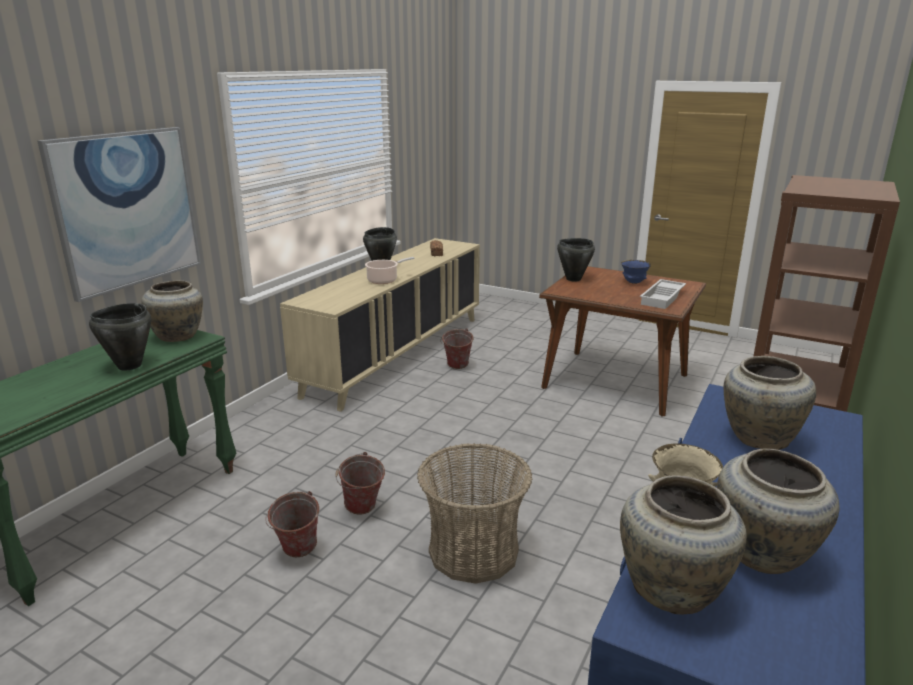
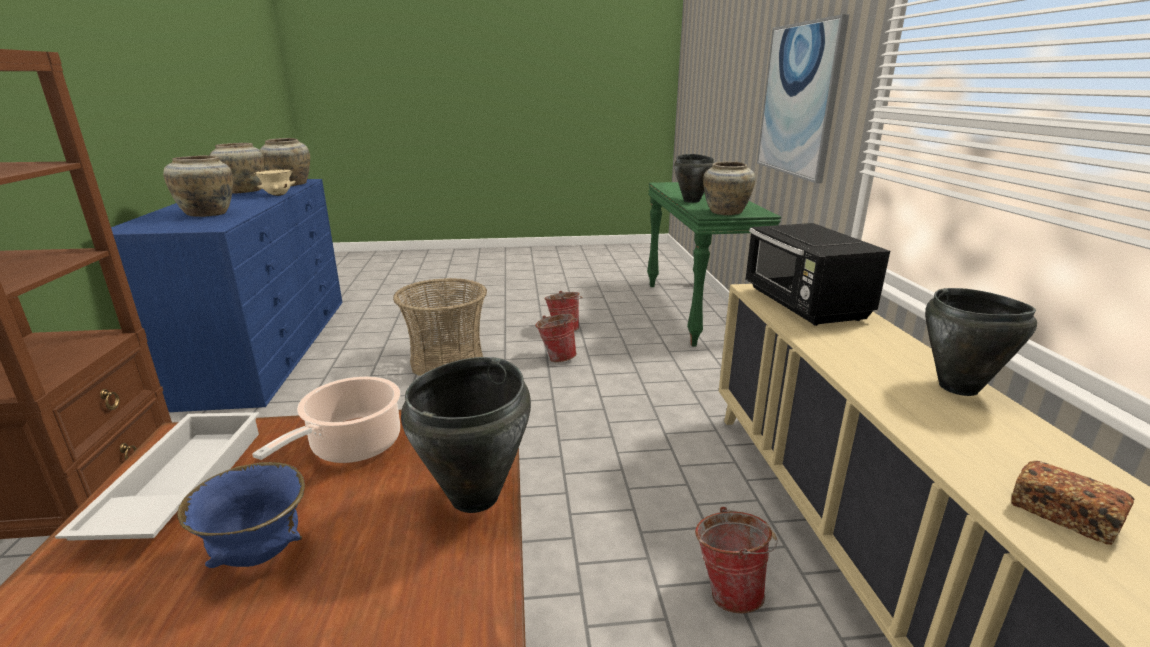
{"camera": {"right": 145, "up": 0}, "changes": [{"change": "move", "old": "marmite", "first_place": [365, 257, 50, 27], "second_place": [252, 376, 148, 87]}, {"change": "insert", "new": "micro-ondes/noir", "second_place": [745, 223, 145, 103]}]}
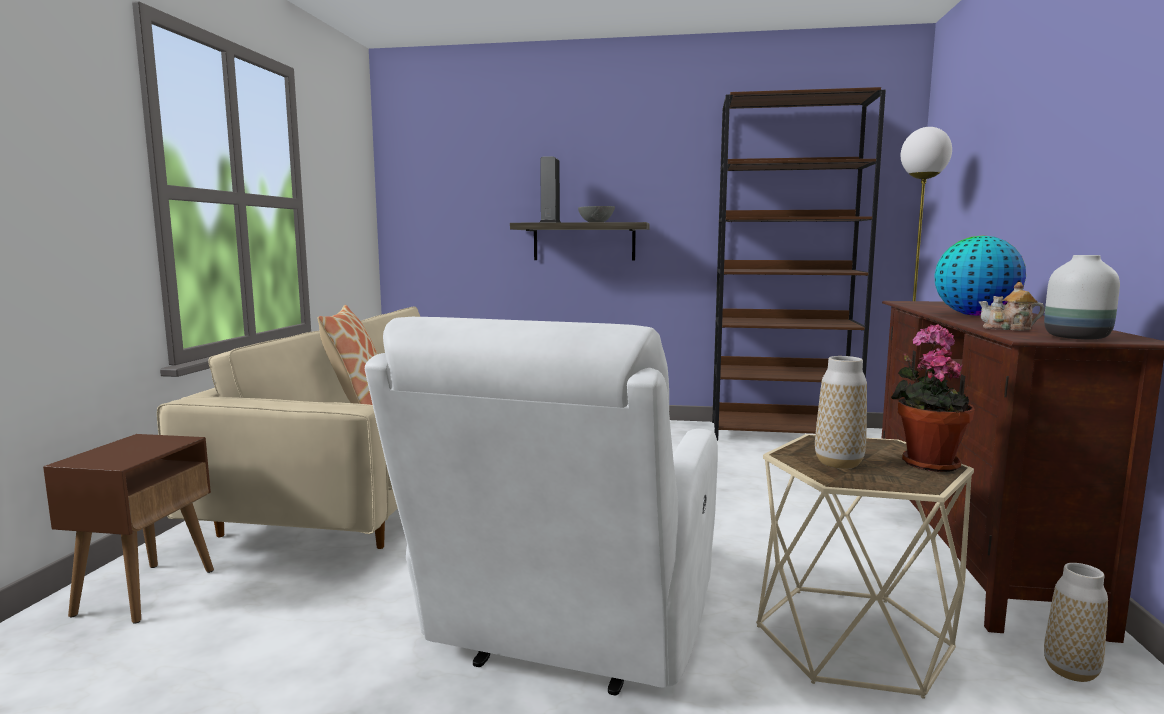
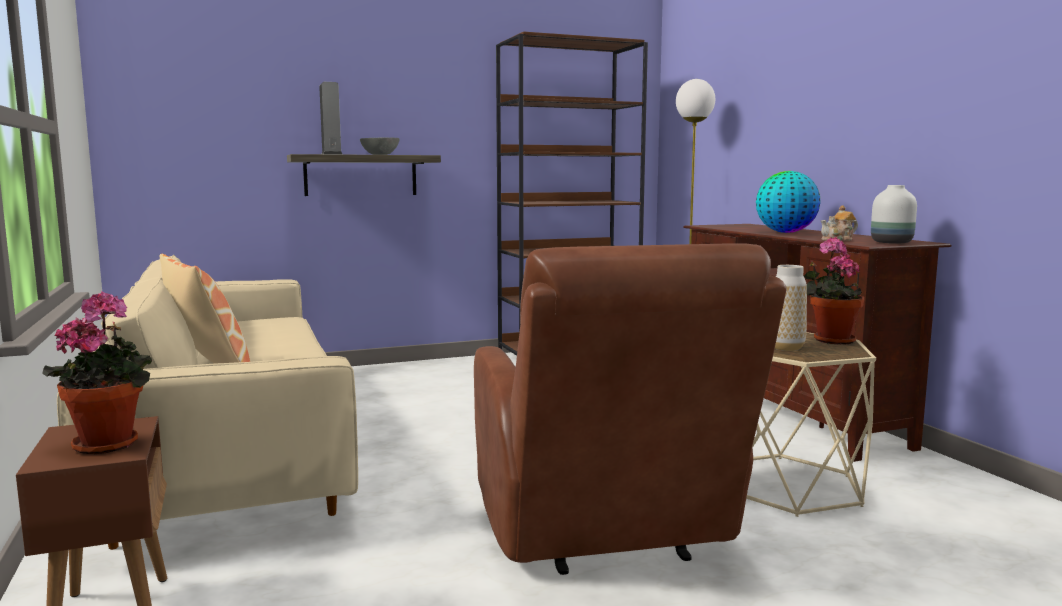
{"camera": {"right": -30, "up": 0}, "changes": [{"change": "recolor", "old": "fauteuil/blanc", "new": "fauteuil/marron", "first_place": [365, 317, 353, 378], "second_place": [474, 243, 313, 332]}, {"change": "delete", "old": "vase", "first_place": [1044, 563, 64, 119]}, {"change": "insert", "new": "plante en pot", "second_place": [42, 291, 110, 163]}]}
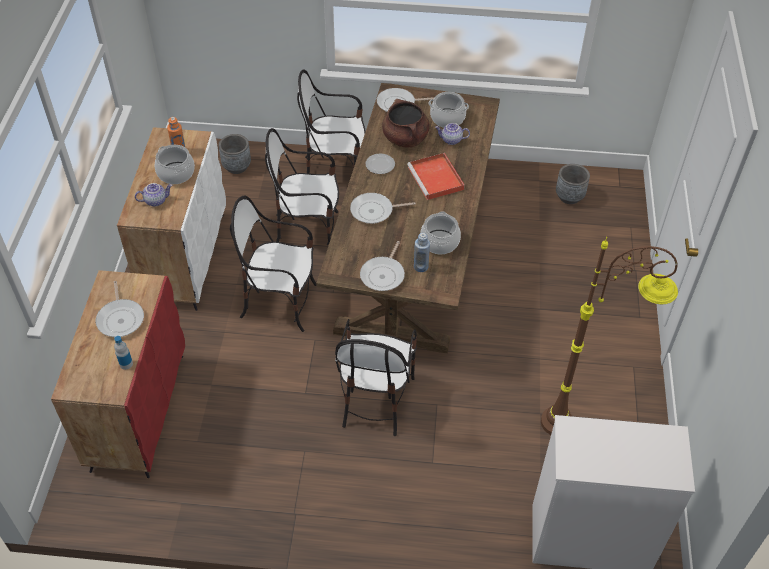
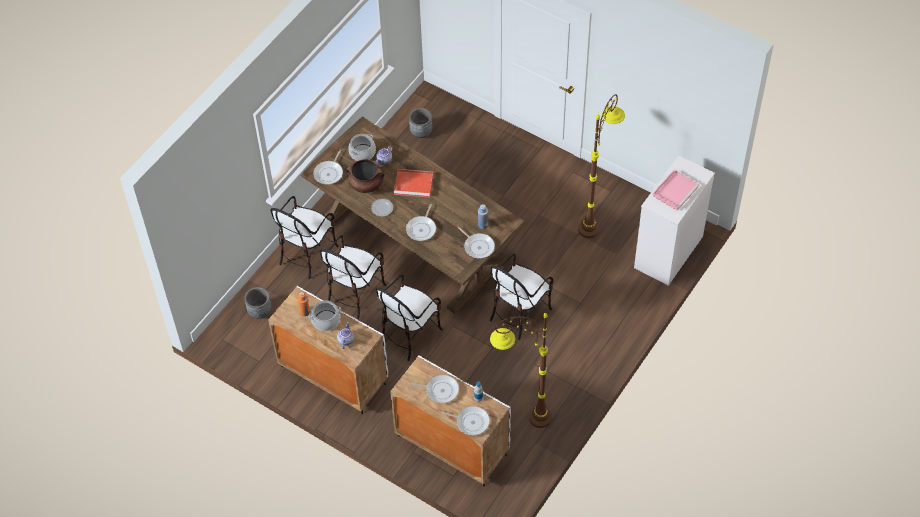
{"camera": {"right": -60, "up": 5}, "changes": [{"change": "delete", "old": "marmite", "first_place": [420, 211, 41, 43]}, {"change": "recolor", "old": "meuble de rangement/rouge", "new": "meuble de rangement/blanc", "first_place": [51, 270, 134, 208], "second_place": [390, 355, 121, 131]}, {"change": "rotate", "old": "chaise", "first_place": [335, 319, 82, 117], "second_place": [490, 254, 63, 86], "degrees": 90}, {"change": "insert", "new": "plateau/rose", "second_place": [653, 170, 46, 41]}, {"change": "insert", "new": "lampadaire/marron", "second_place": [490, 311, 62, 117]}, {"change": "insert", "new": "poêle", "second_place": [439, 406, 51, 29]}]}
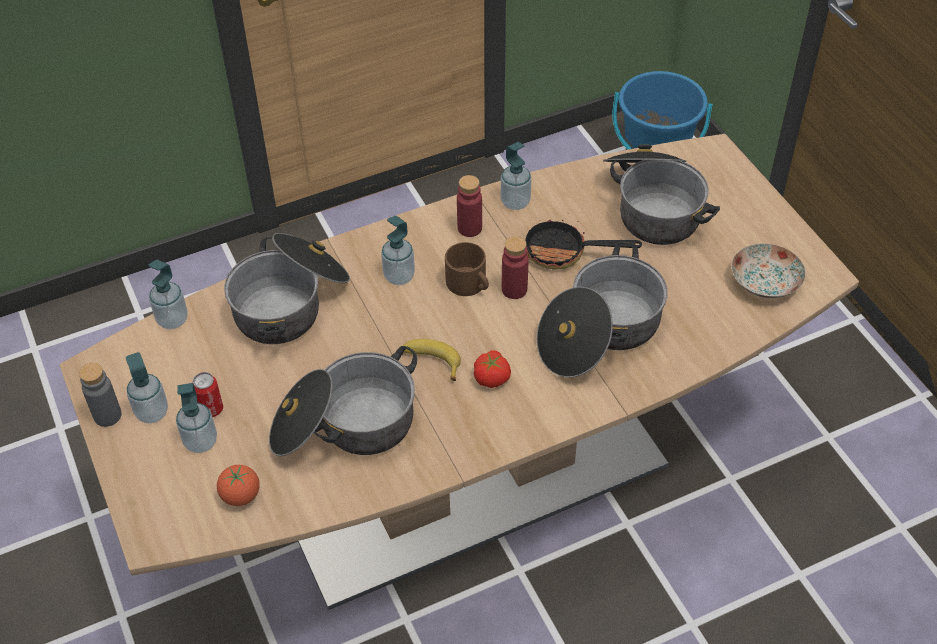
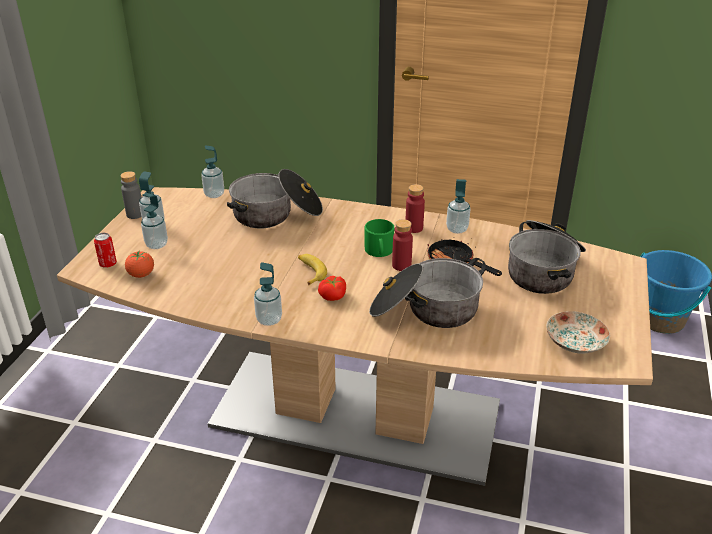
{"camera": {"right": 40, "up": -15}, "changes": [{"change": "move", "old": "distributeur de savon", "first_place": [381, 216, 34, 69], "second_place": [254, 262, 28, 64]}, {"change": "recolor", "old": "mug/marron", "new": "mug/vert", "first_place": [445, 242, 44, 54], "second_place": [365, 219, 29, 38]}, {"change": "delete", "old": "marmite", "first_place": [269, 346, 148, 110]}, {"change": "move", "old": "boîte métallique", "first_place": [192, 372, 31, 45], "second_place": [94, 233, 23, 35]}]}
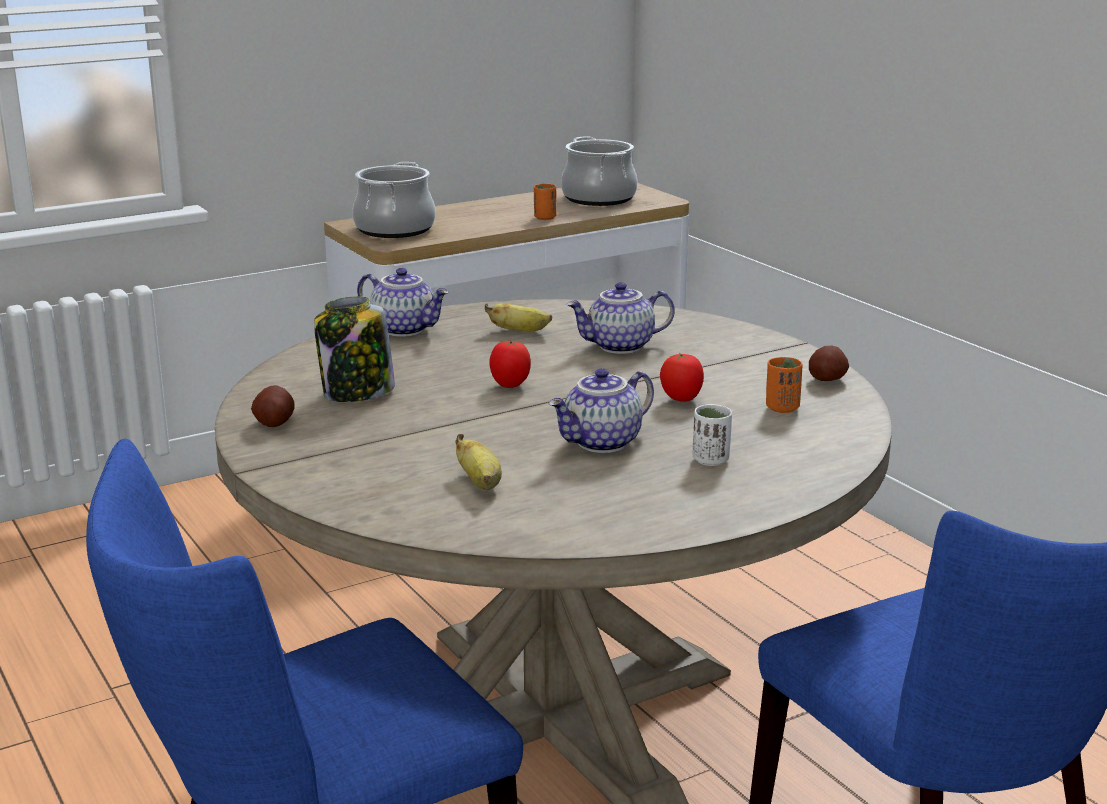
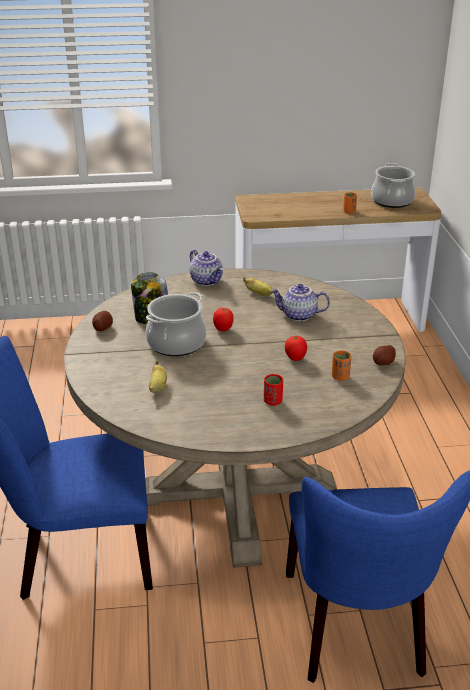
{"camera": {"right": 25, "up": 10}, "changes": [{"change": "move", "old": "marmite", "first_place": [352, 162, 83, 76], "second_place": [145, 292, 61, 64]}, {"change": "delete", "old": "théière", "first_place": [548, 368, 106, 85]}, {"change": "recolor", "old": "tasse/blanc", "new": "tasse/rouge", "first_place": [692, 404, 40, 62], "second_place": [264, 374, 19, 32]}]}
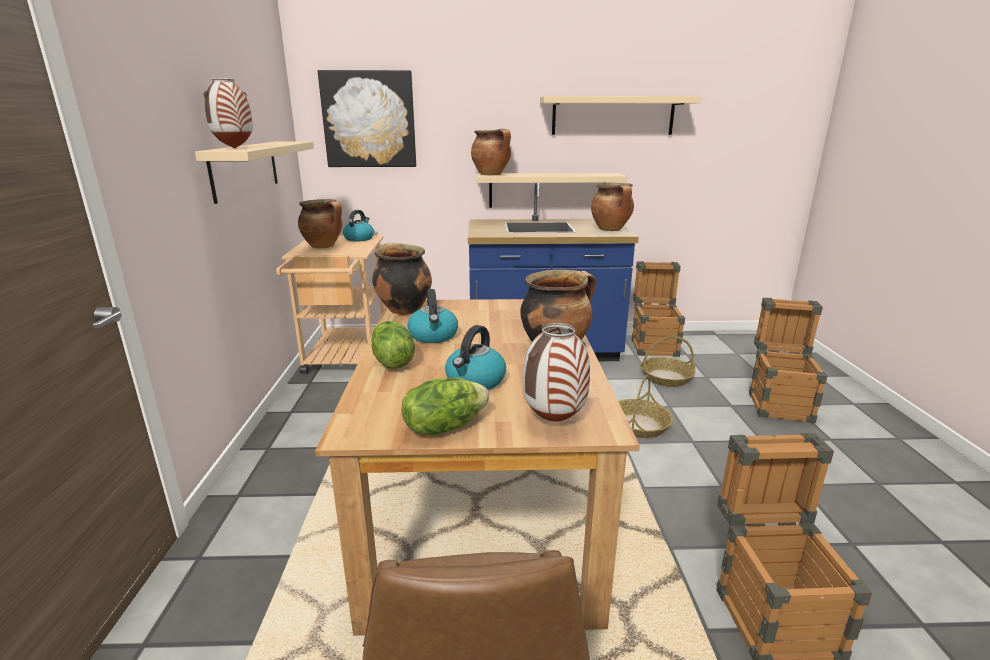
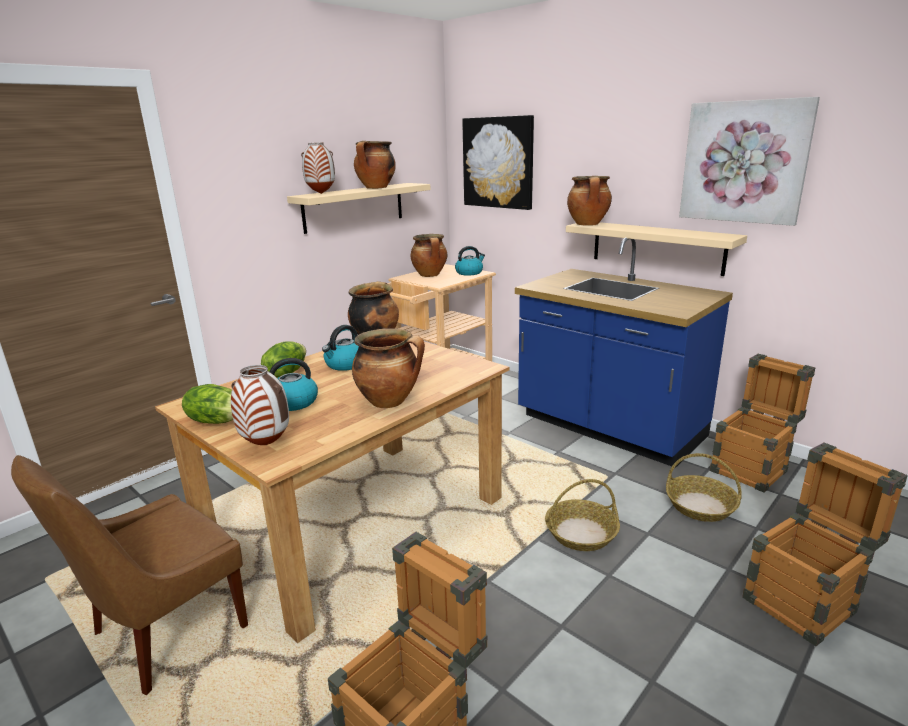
{"camera": {"right": 45, "up": 0}, "changes": [{"change": "replace", "old": "étagère/beige", "new": "tableau", "first_place": [540, 96, 161, 39], "second_place": [679, 97, 141, 129]}, {"change": "move", "old": "marmite", "first_place": [591, 183, 43, 48], "second_place": [354, 141, 42, 48]}]}
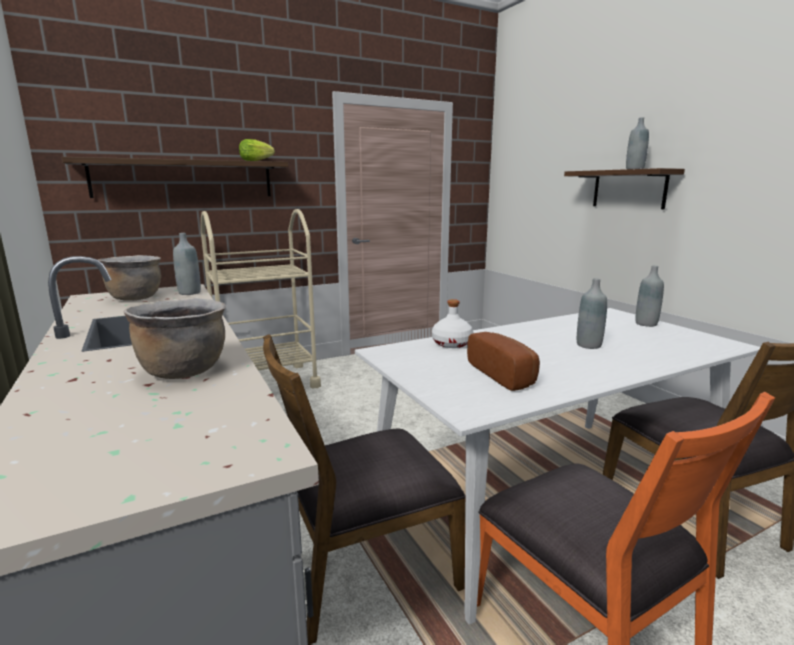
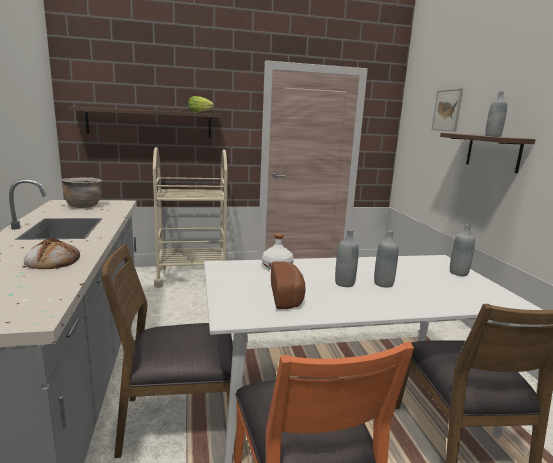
{"camera": {"right": 15, "up": 0}, "changes": [{"change": "move", "old": "bouteille/gris", "first_place": [173, 233, 28, 62], "second_place": [335, 229, 24, 58]}, {"change": "replace", "old": "marmite/marron", "new": "pain", "first_place": [123, 298, 102, 81], "second_place": [24, 237, 56, 32]}, {"change": "insert", "new": "tableau", "second_place": [432, 89, 31, 43]}]}
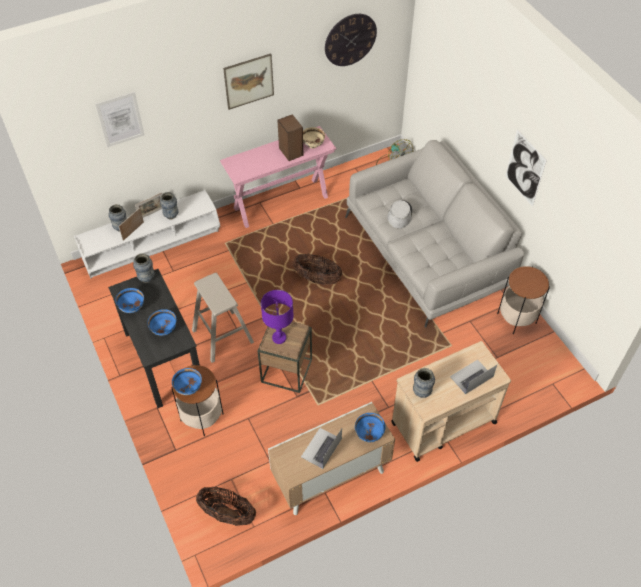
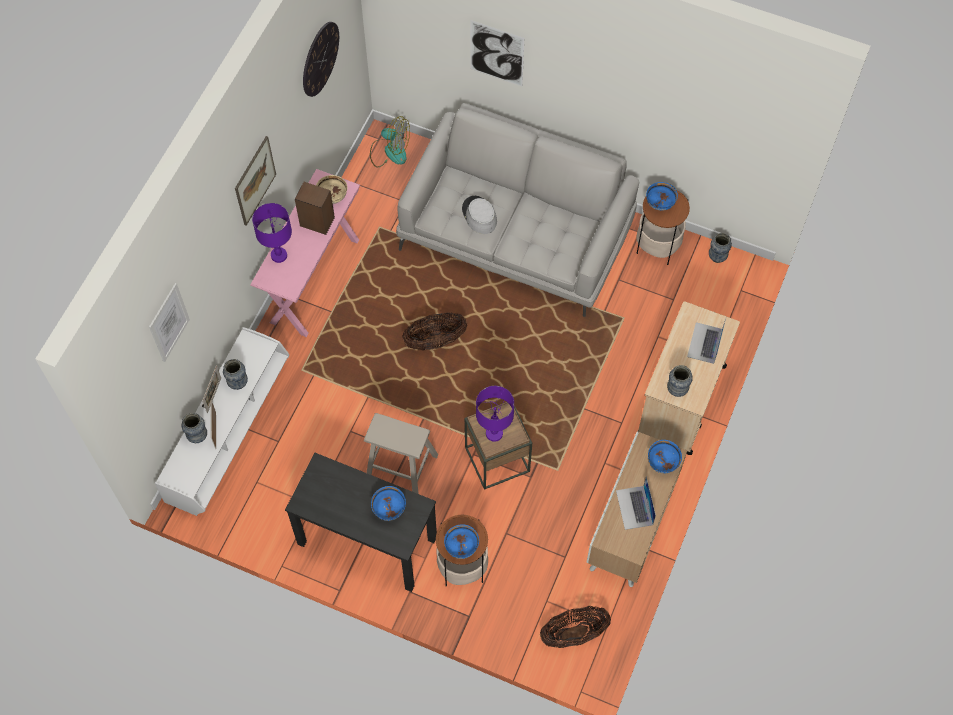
{"camera": {"right": -40, "up": 10}, "changes": [{"change": "move", "old": "tableau", "first_place": [505, 130, 42, 77], "second_place": [470, 20, 54, 66]}, {"change": "move", "old": "vase", "first_place": [133, 253, 22, 30], "second_place": [709, 233, 23, 30]}, {"change": "move", "old": "bol/bleu", "first_place": [115, 288, 29, 25], "second_place": [646, 182, 32, 29]}, {"change": "insert", "new": "lampe de table/violet", "second_place": [252, 203, 40, 60]}]}
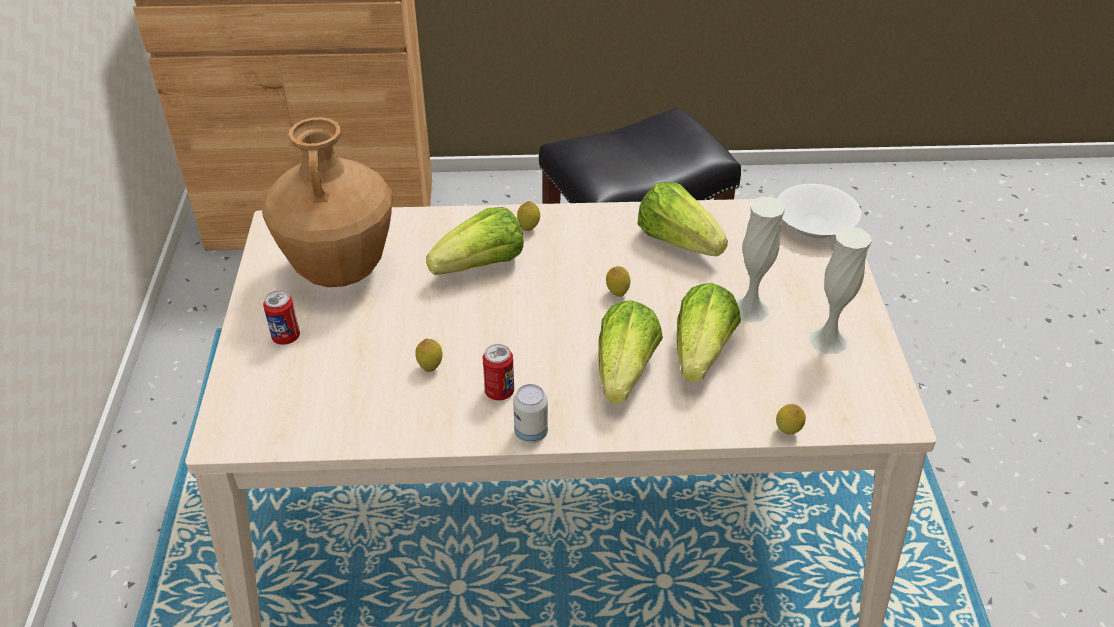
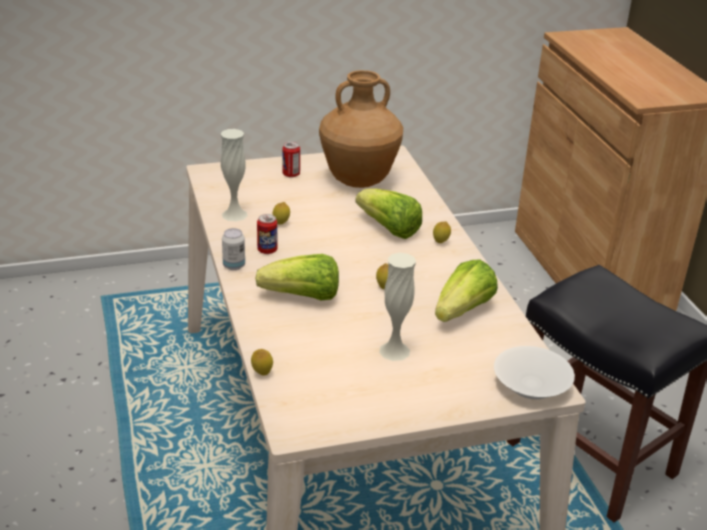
{"camera": {"right": 75, "up": -10}, "changes": [{"change": "move", "old": "vase/blanc", "first_place": [809, 226, 63, 128], "second_place": [220, 129, 28, 93]}, {"change": "delete", "old": "laitue", "first_place": [677, 283, 64, 100]}]}
